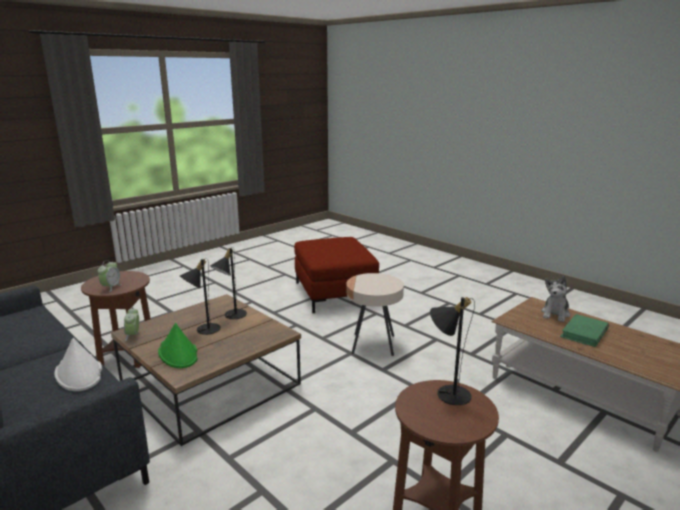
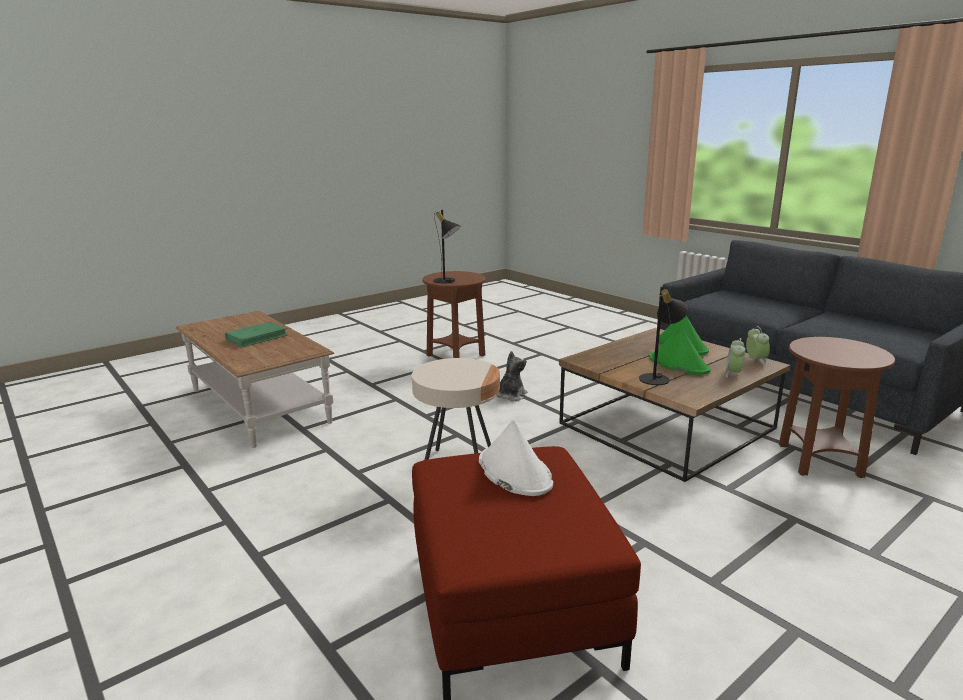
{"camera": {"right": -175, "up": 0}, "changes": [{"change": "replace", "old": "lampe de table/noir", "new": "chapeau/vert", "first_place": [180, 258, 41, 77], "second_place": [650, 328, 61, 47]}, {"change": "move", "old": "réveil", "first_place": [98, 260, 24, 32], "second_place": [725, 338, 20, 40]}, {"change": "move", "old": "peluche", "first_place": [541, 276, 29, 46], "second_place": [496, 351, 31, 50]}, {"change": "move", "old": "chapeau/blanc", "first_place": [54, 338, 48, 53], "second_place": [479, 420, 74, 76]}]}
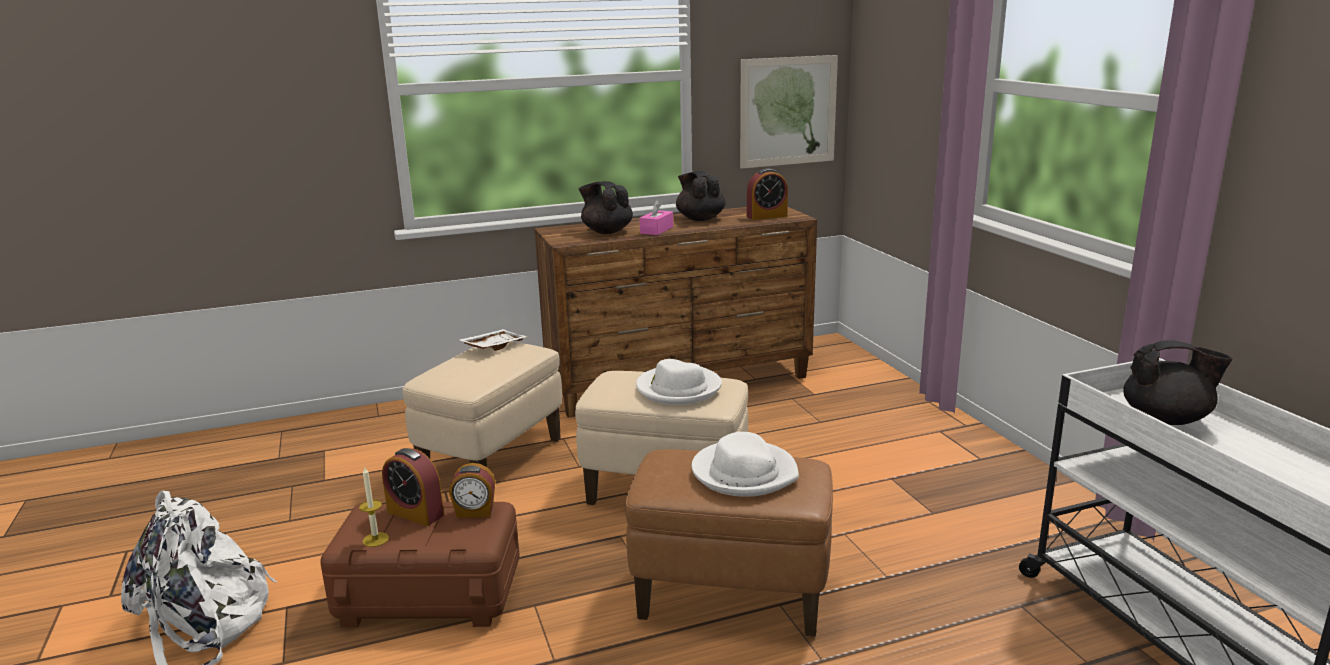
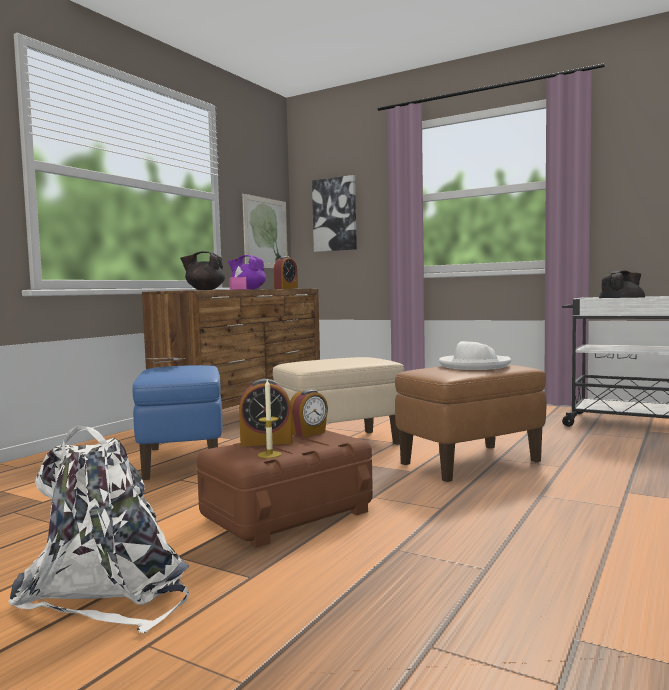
{"camera": {"right": -40, "up": -15}, "changes": [{"change": "recolor", "old": "théière/noir", "new": "théière/violet", "first_place": [676, 171, 50, 50], "second_place": [228, 255, 38, 35]}, {"change": "recolor", "old": "pouf/beige", "new": "pouf/bleu", "first_place": [402, 341, 160, 126], "second_place": [132, 365, 91, 115]}, {"change": "delete", "old": "chapeau/blanc", "first_place": [636, 359, 86, 46]}, {"change": "insert", "new": "tableau", "second_place": [312, 175, 45, 77]}]}
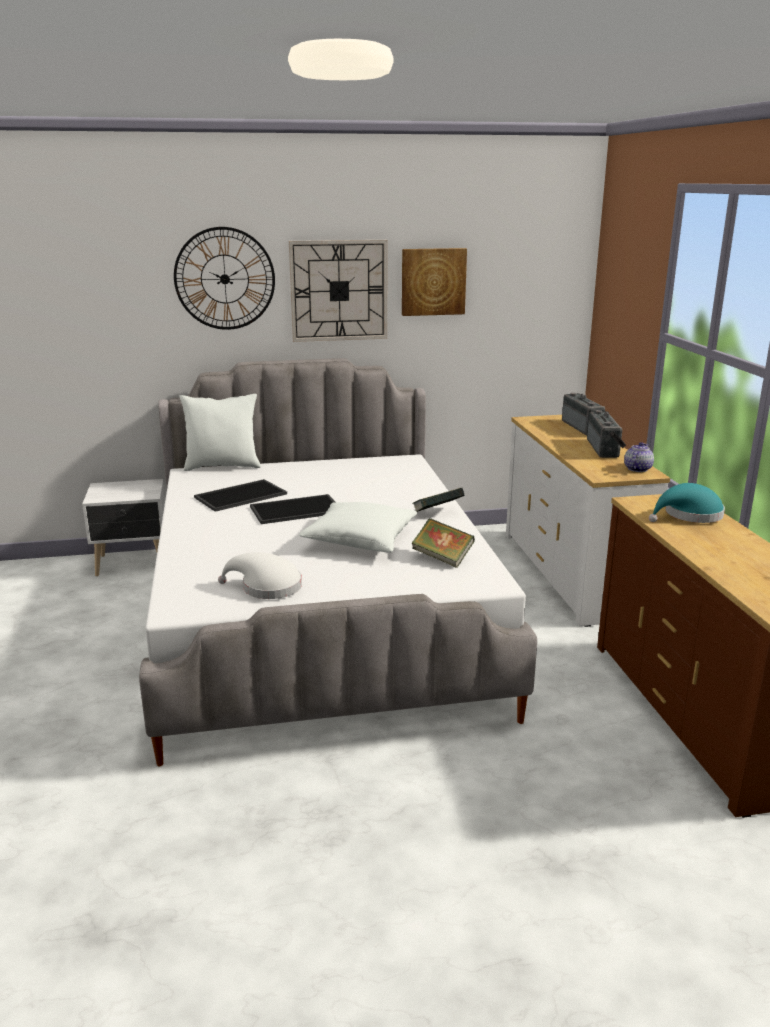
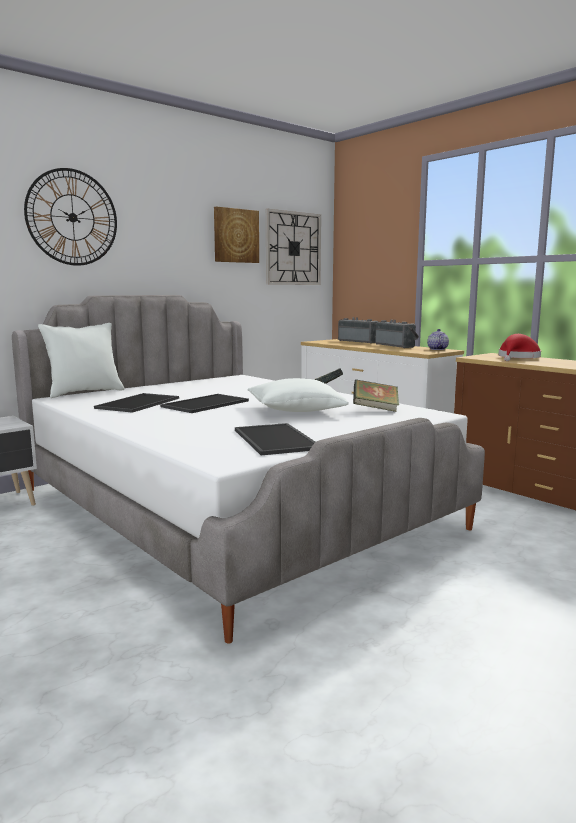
{"camera": {"right": -30, "up": -10}, "changes": [{"change": "move", "old": "horloge murale", "first_place": [289, 240, 98, 102], "second_place": [266, 209, 55, 76]}, {"change": "recolor", "old": "chapeau/turquoise", "new": "chapeau/rouge", "first_place": [649, 483, 76, 40], "second_place": [498, 334, 43, 27]}, {"change": "replace", "old": "chapeau/blanc", "new": "plateau", "first_place": [218, 552, 84, 47], "second_place": [235, 423, 80, 32]}]}
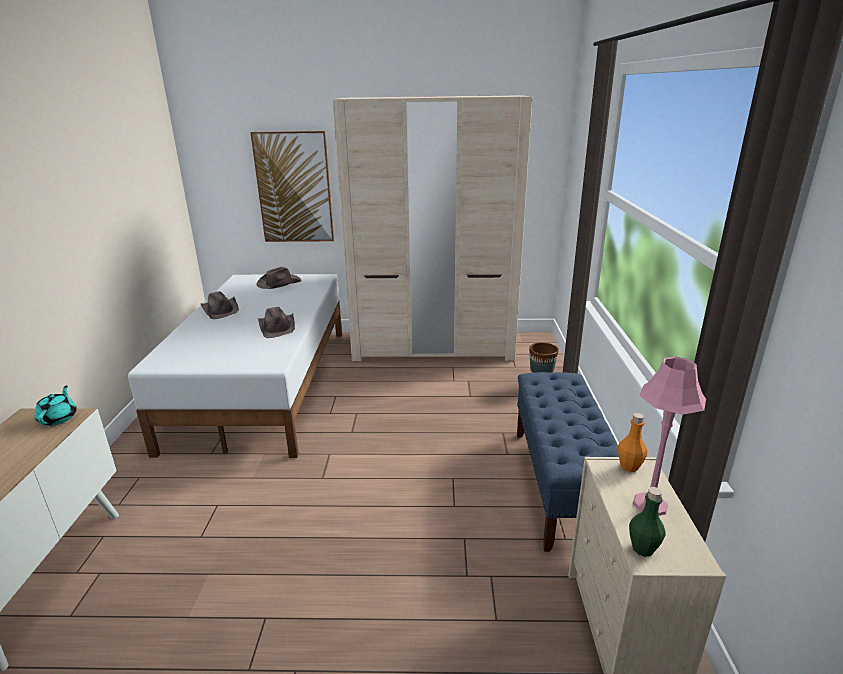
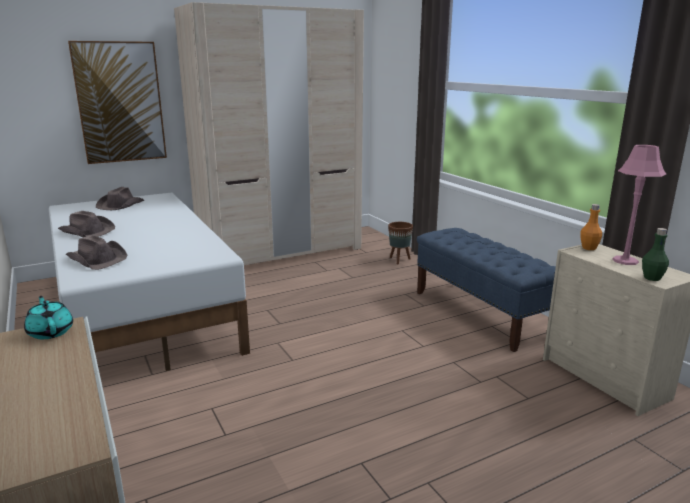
{"camera": {"right": -30, "up": -5}, "changes": [{"change": "move", "old": "chapeau/marron", "first_place": [258, 307, 37, 31], "second_place": [66, 235, 61, 35]}]}
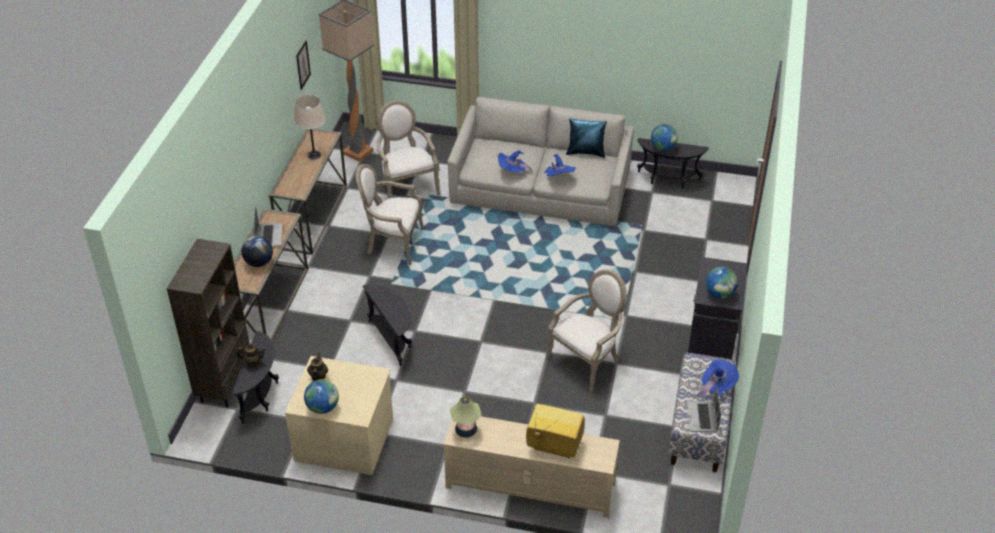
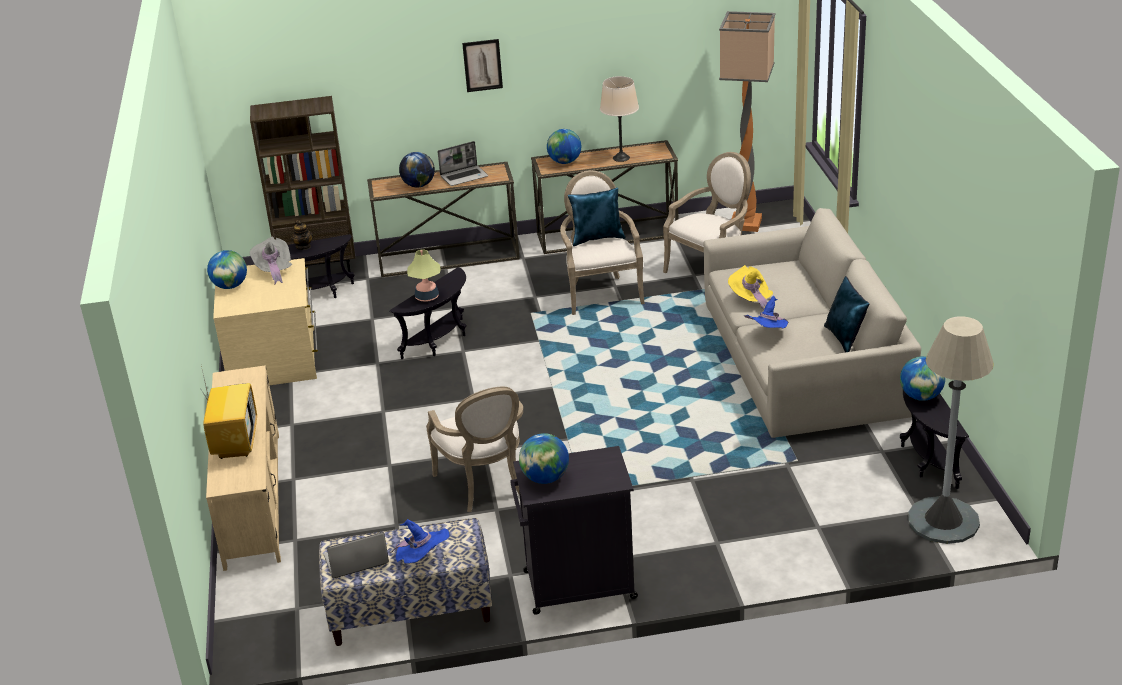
{"camera": {"right": 70, "up": -10}, "changes": [{"change": "move", "old": "tableau", "first_place": [296, 40, 15, 50], "second_place": [462, 39, 41, 53]}, {"change": "recolor", "old": "chapeau/bleu", "new": "chapeau/jaune", "first_place": [498, 150, 34, 22], "second_place": [728, 265, 45, 45]}, {"change": "rotate", "old": "fauteuil", "first_place": [546, 269, 81, 124], "second_place": [426, 387, 97, 125], "degrees": 45}, {"change": "replace", "old": "théière", "new": "chapeau/gris", "first_place": [307, 353, 21, 28], "second_place": [250, 236, 42, 48]}, {"change": "move", "old": "lampe de table", "first_place": [450, 396, 32, 42], "second_place": [407, 249, 33, 53]}, {"change": "insert", "new": "globe", "second_place": [547, 129, 34, 35]}, {"change": "insert", "new": "coussin/bleu", "second_place": [568, 187, 58, 59]}, {"change": "insert", "new": "lampadaire/gris", "second_place": [908, 316, 86, 228]}]}
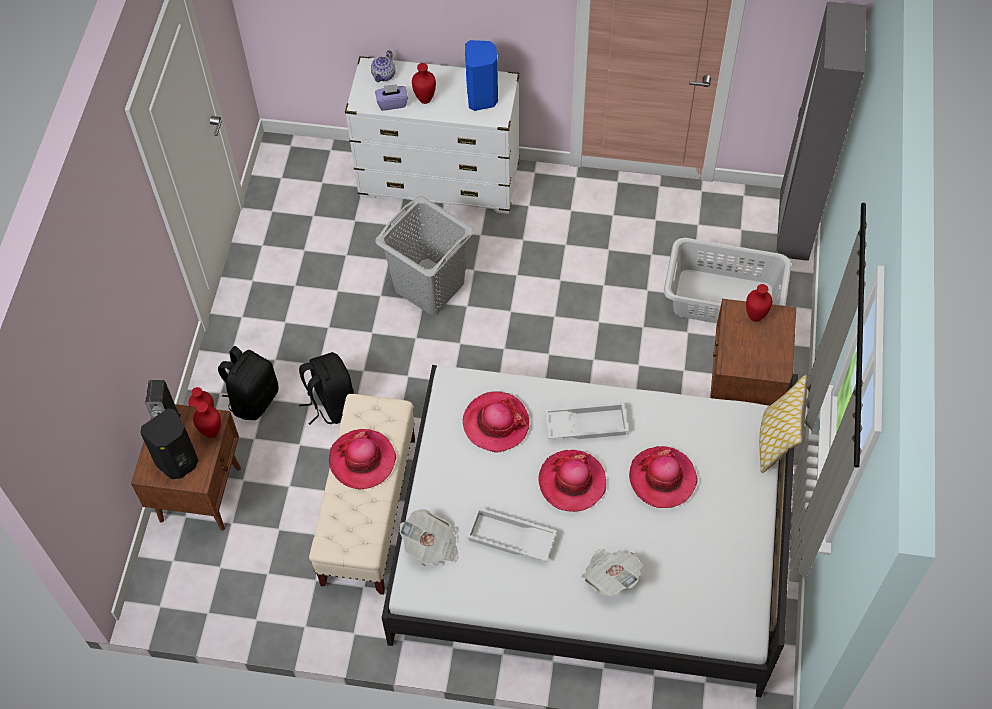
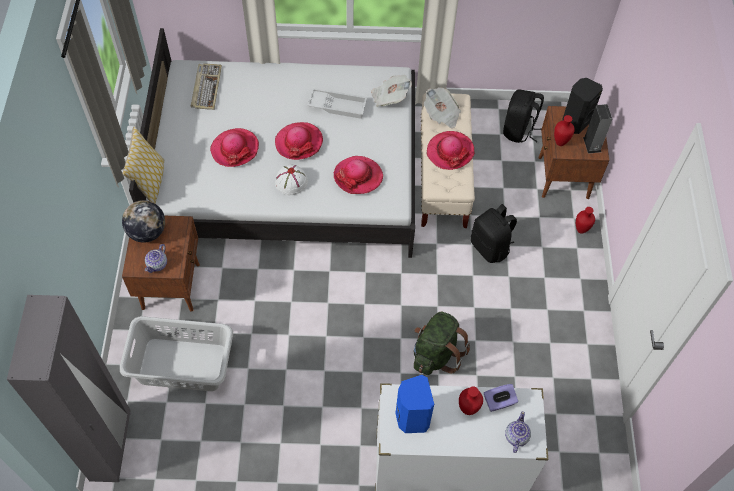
{"camera": {"right": 170, "up": 0}, "changes": [{"change": "replace", "old": "panier à linge/gris", "new": "sac à dos/vert", "first_place": [375, 196, 99, 119], "second_place": [413, 311, 57, 64]}, {"change": "replace", "old": "vase/rouge", "new": "théière", "first_place": [746, 284, 26, 38], "second_place": [145, 244, 22, 29]}, {"change": "move", "old": "sac à dos/noir", "first_place": [218, 346, 61, 74], "second_place": [503, 89, 41, 54]}, {"change": "replace", "old": "plateau/blanc", "new": "chapeau/blanc", "first_place": [545, 402, 83, 37], "second_place": [275, 164, 33, 31]}, {"change": "move", "old": "journal", "first_place": [581, 549, 62, 47], "second_place": [424, 87, 37, 42]}, {"change": "insert", "new": "clavier", "second_place": [191, 63, 31, 47]}, {"change": "insert", "new": "globe", "second_place": [122, 200, 43, 43]}]}
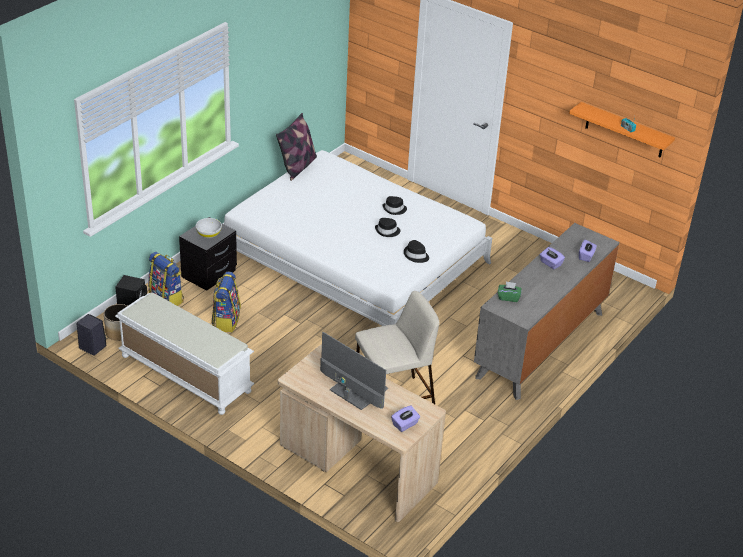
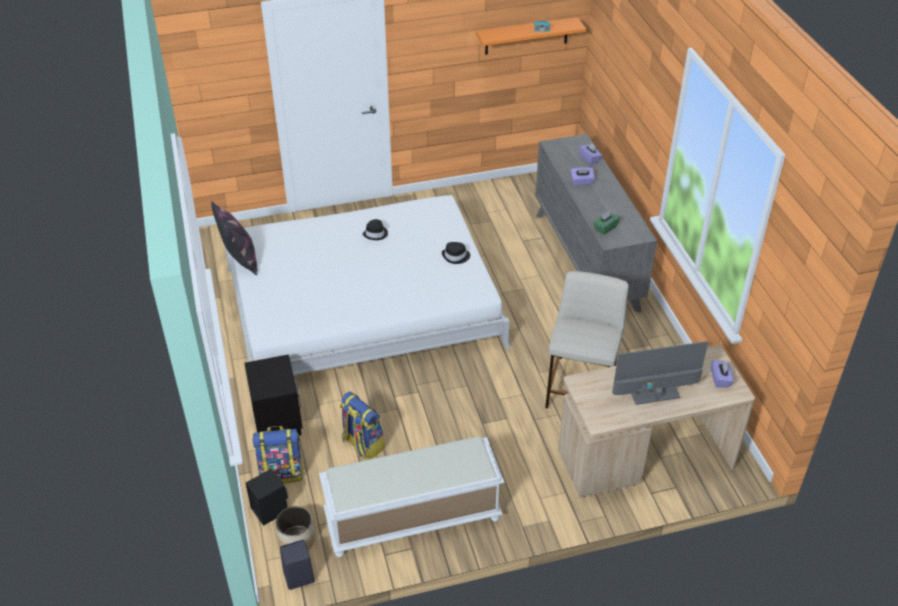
{"camera": {"right": -50, "up": 5}, "changes": [{"change": "delete", "old": "bol/blanc", "first_place": [196, 218, 26, 20]}, {"change": "delete", "old": "chapeau/noir", "first_place": [375, 218, 25, 19]}]}
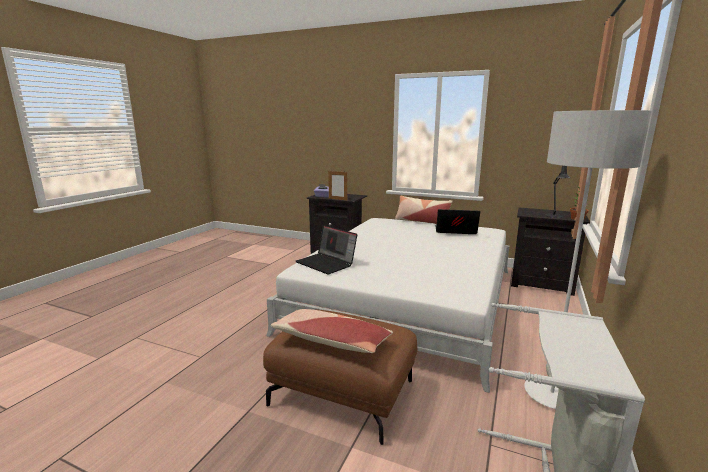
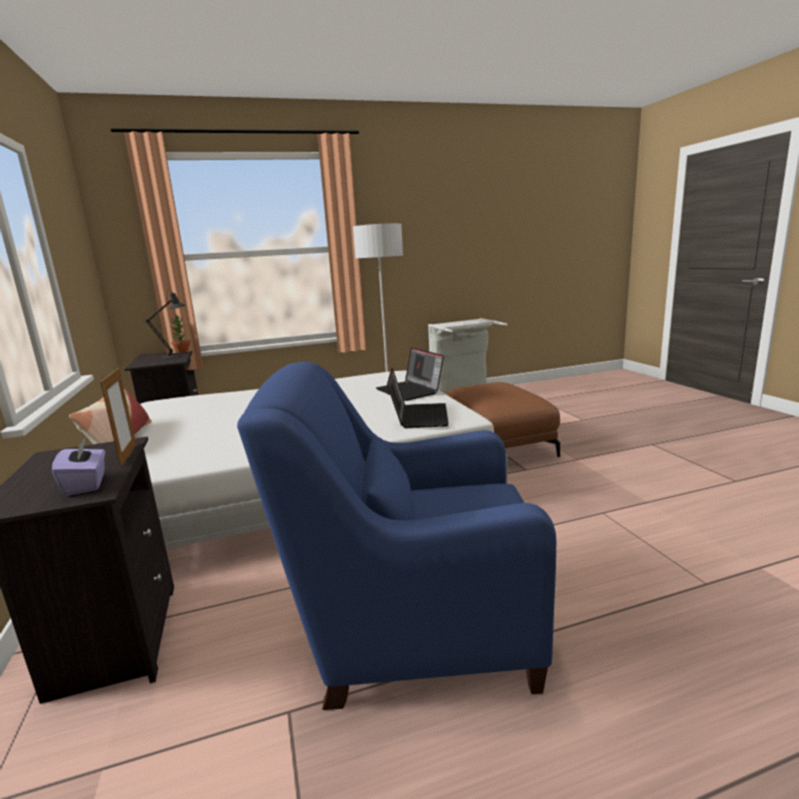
{"camera": {"right": -130, "up": 0}, "changes": [{"change": "move", "old": "ordinateur portable", "first_place": [435, 209, 45, 25], "second_place": [376, 348, 68, 53]}, {"change": "delete", "old": "coussin", "first_place": [271, 309, 122, 44]}, {"change": "insert", "new": "fauteuil/bleu", "second_place": [237, 362, 319, 348]}]}
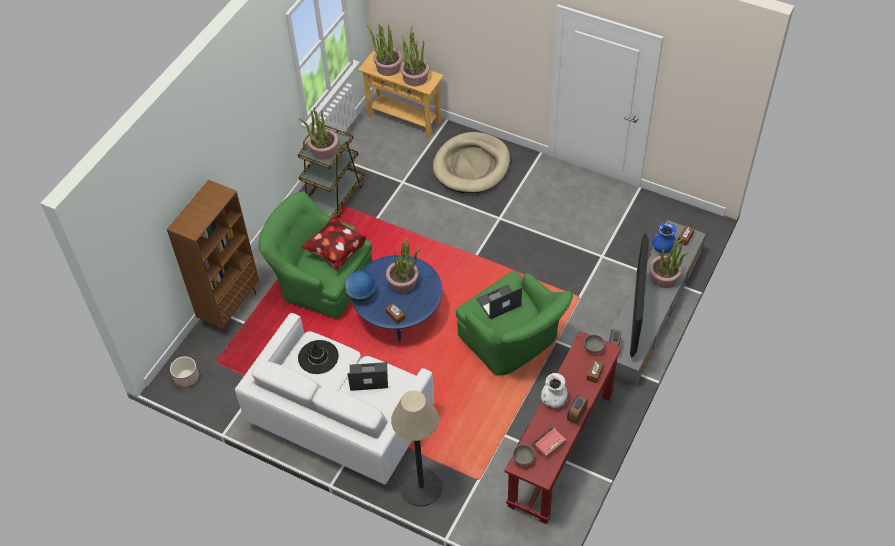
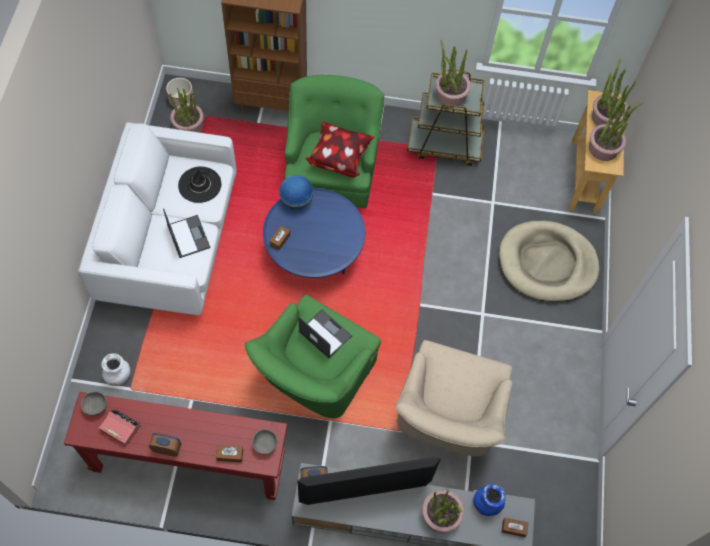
{"camera": {"right": 65, "up": 10}, "changes": [{"change": "move", "old": "plante en pot", "first_place": [386, 238, 35, 55], "second_place": [170, 88, 34, 44]}, {"change": "move", "old": "vase/blanc", "first_place": [541, 373, 27, 35], "second_place": [101, 353, 29, 33]}, {"change": "delete", "old": "lampadaire", "first_place": [391, 390, 51, 116]}, {"change": "insert", "new": "fauteuil/beige", "second_place": [395, 340, 117, 116]}]}
